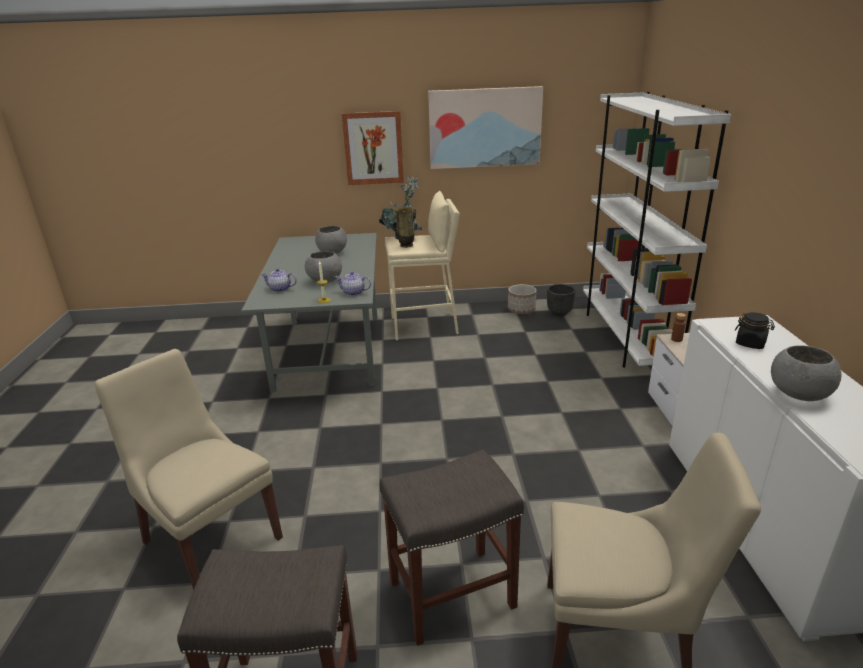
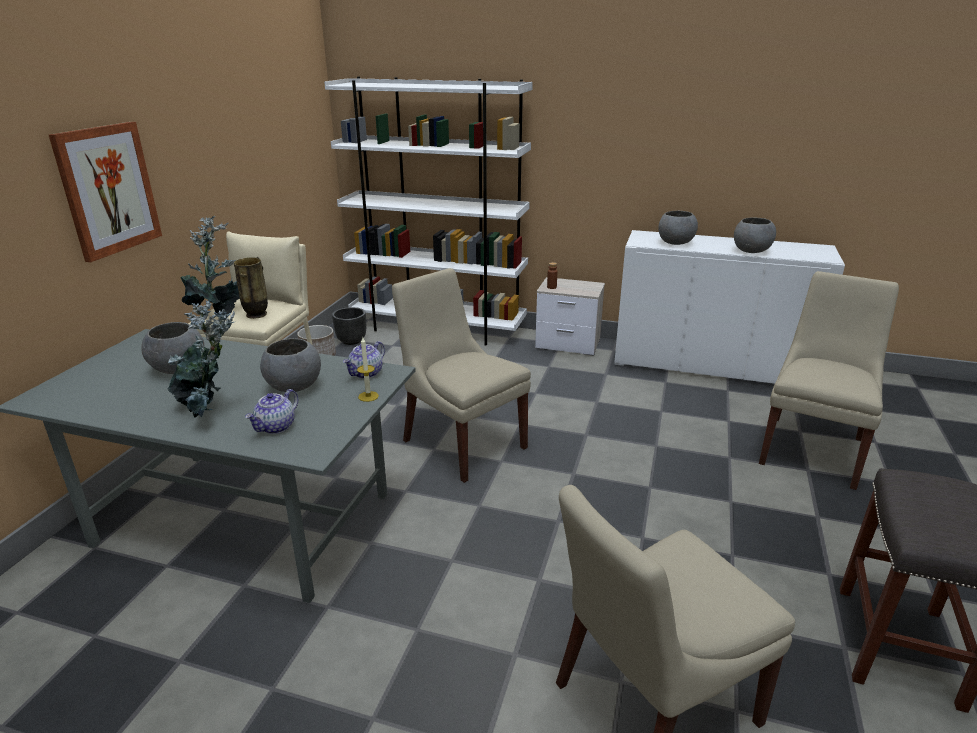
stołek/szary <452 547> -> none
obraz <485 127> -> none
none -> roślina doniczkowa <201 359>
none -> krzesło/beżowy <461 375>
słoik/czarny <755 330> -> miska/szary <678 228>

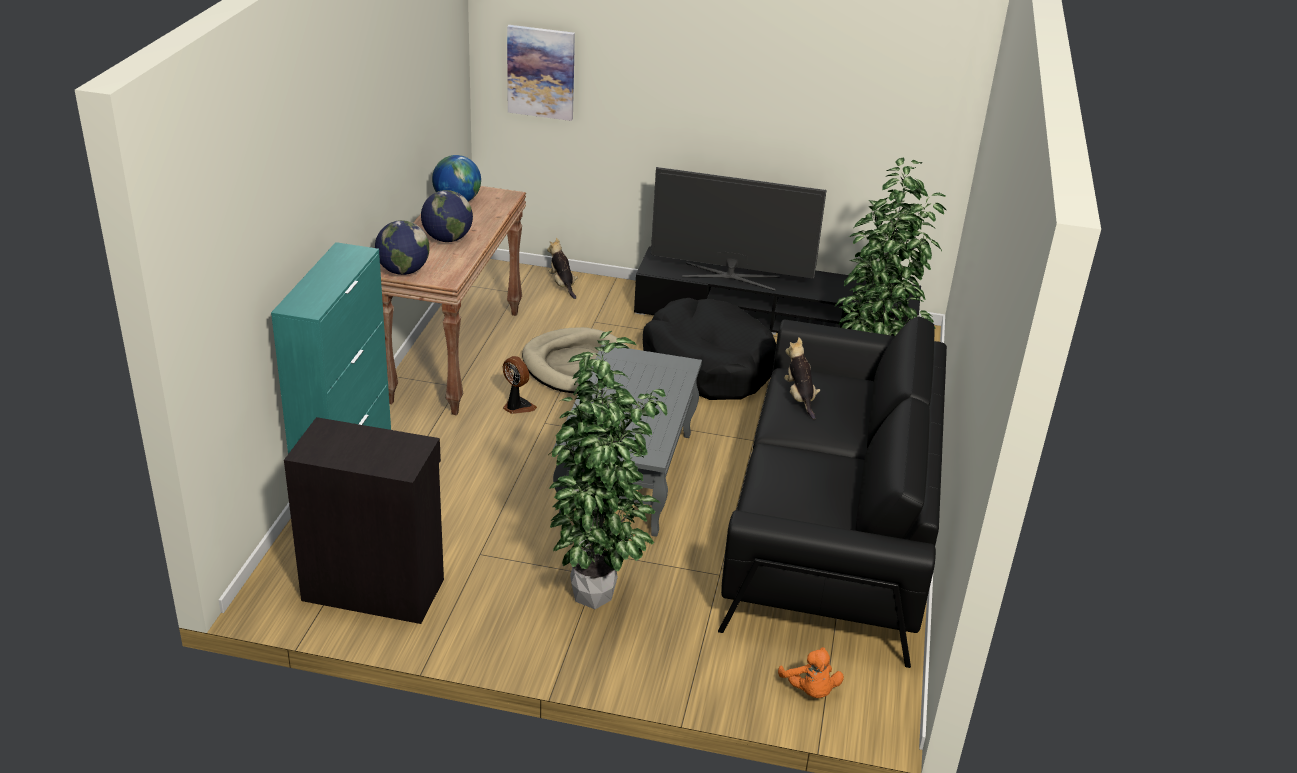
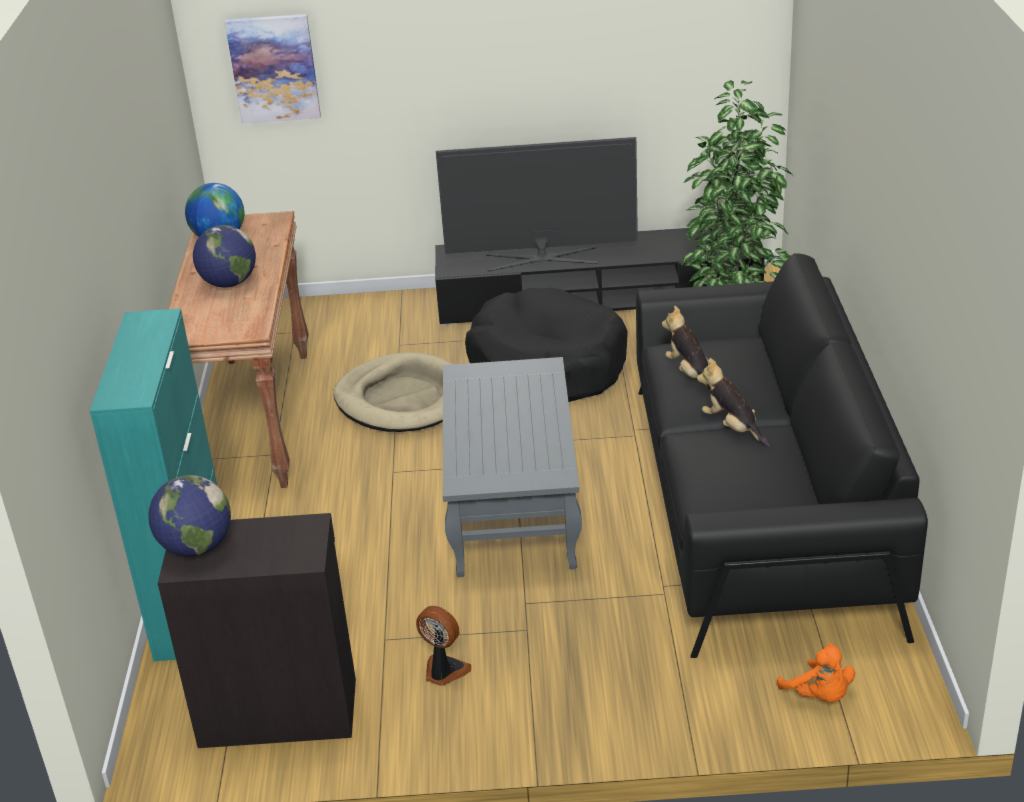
roślina doniczkowa <608 470> -> none
globus <402 247> -> globus <189 515>, shifted
wentylator <520 385> -> wentylator <444 646>, shifted
pluszak <562 268> -> pluszak <733 402>, shifted

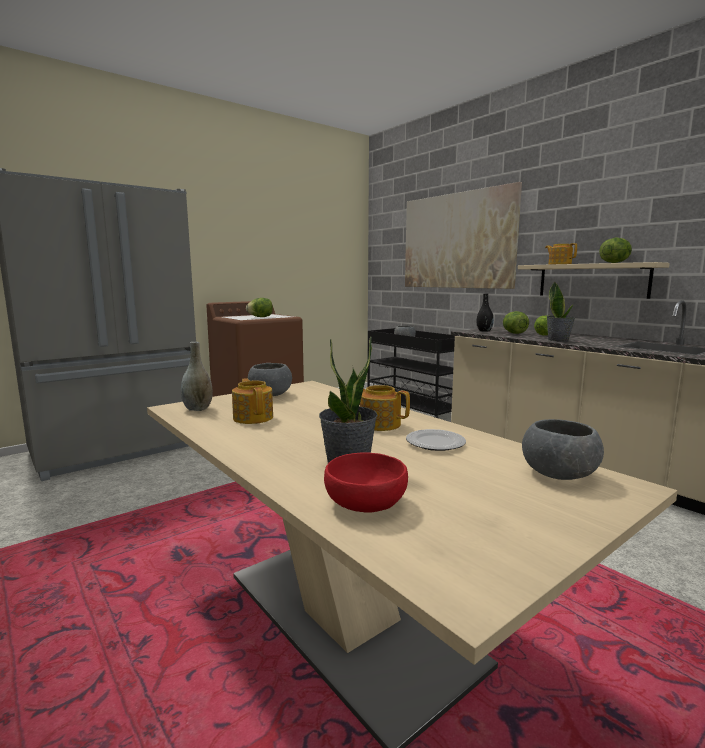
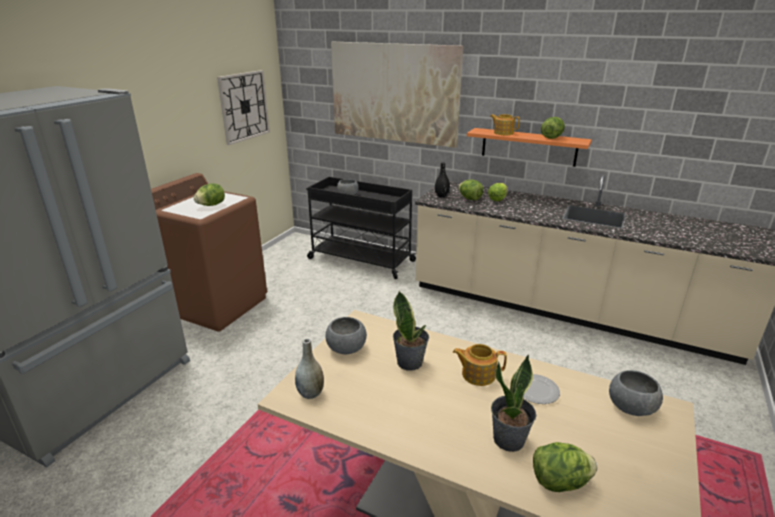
imbryk <252 401> -> none
none -> zegar ścienny <243 107>
roślina doniczkowa <561 311> -> roślina doniczkowa <411 331>, shifted
miska/czerwony <366 482> -> sałata <565 467>
półka/beżowy <594 280> -> półka/pomarańczowy <529 147>

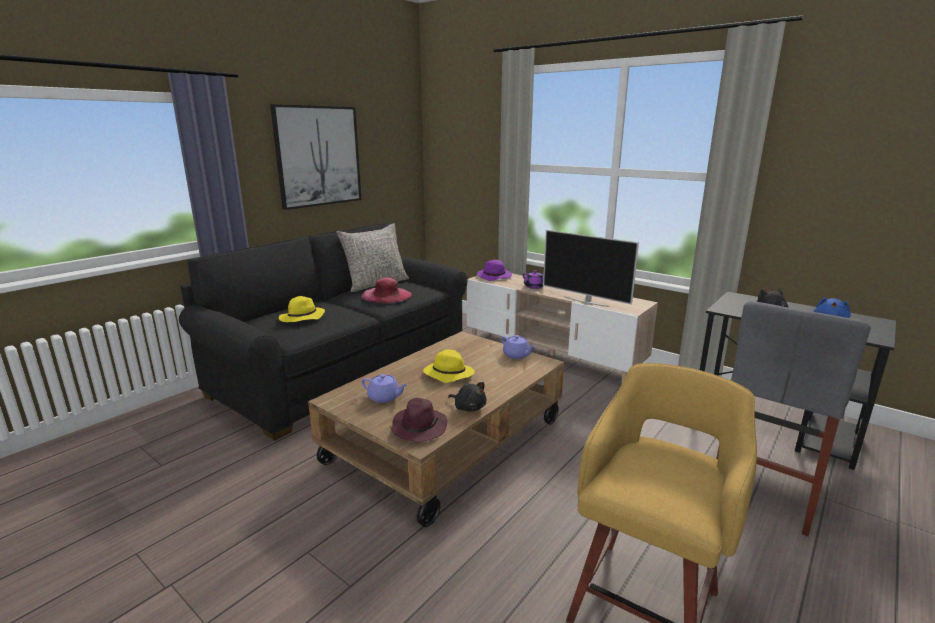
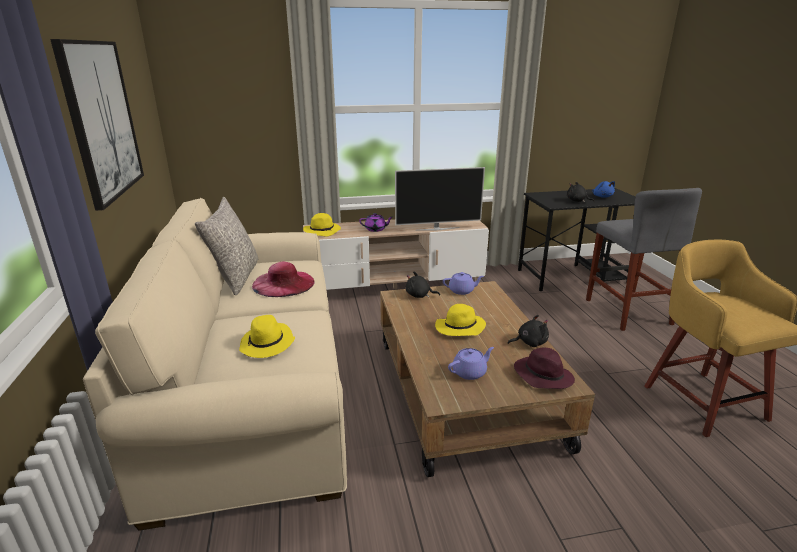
none -> pluszak/czarny <422 285>
kanapa/czarny <323 331> -> kanapa/beżowy <215 364>
kapelusz/fioletowy <494 270> -> kapelusz/żółty <322 225>

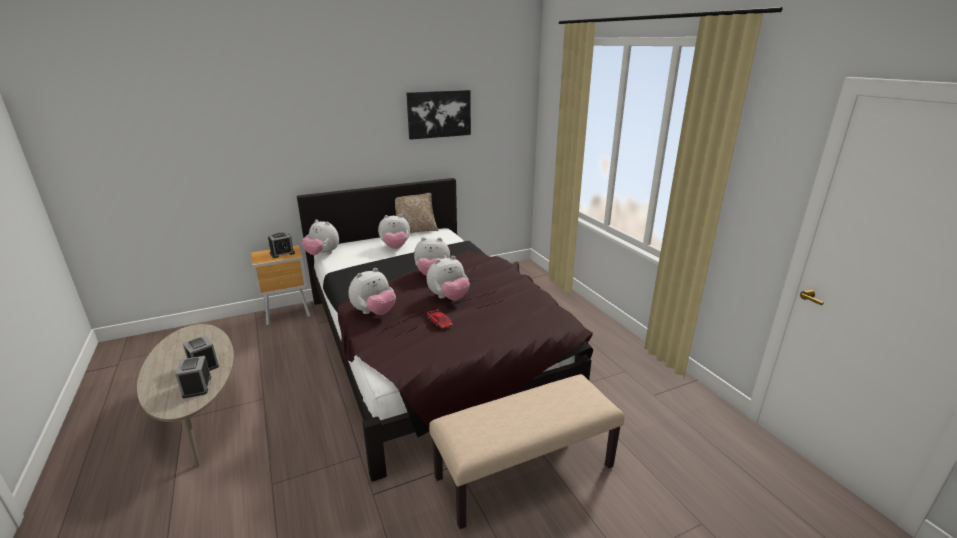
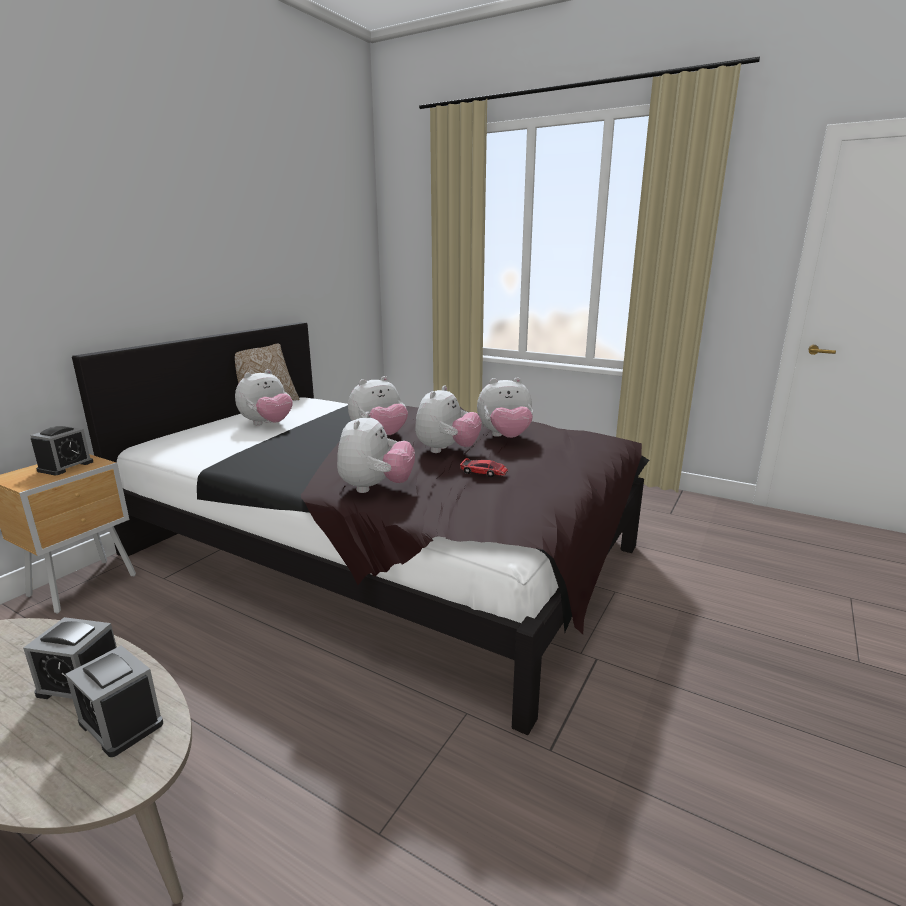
obraz <438 115> -> none
ławka/beżowy <526 451> -> none
pluszak <320 237> -> pluszak <505 407>, shifted

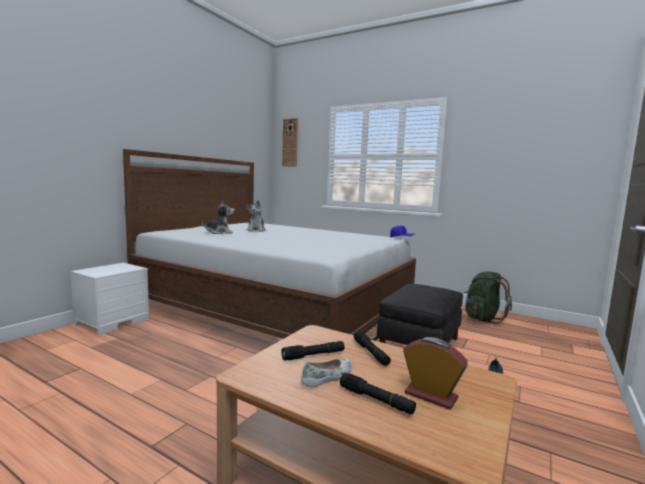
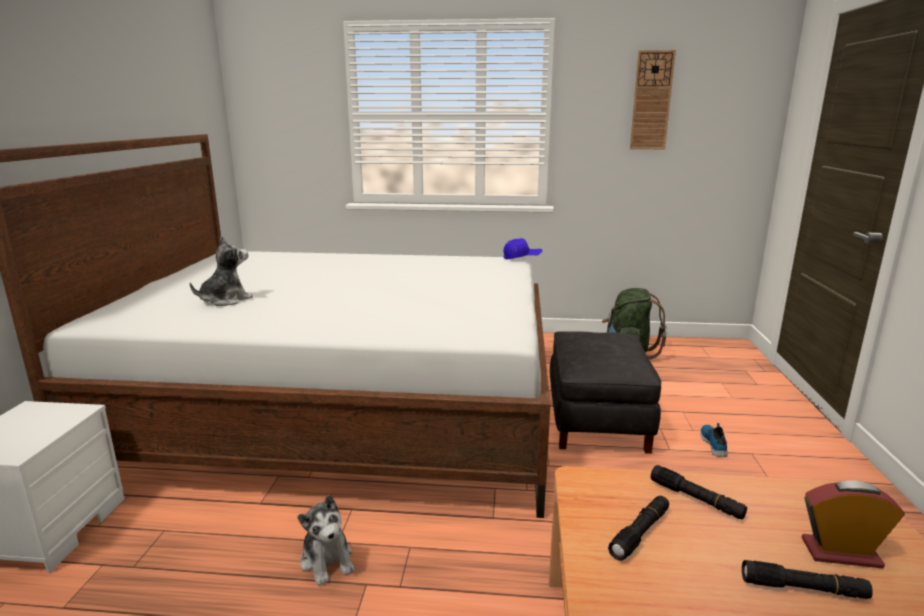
but/biały <326 373> -> none
pluszak <256 216> -> pluszak <326 540>, shifted
zegar ścienny <290 142> -> zegar ścienny <653 99>, shifted

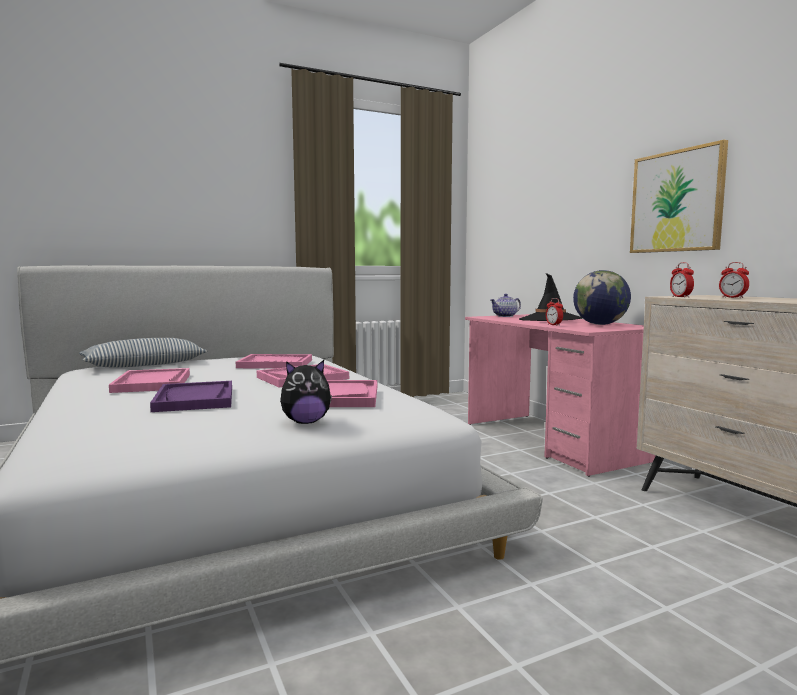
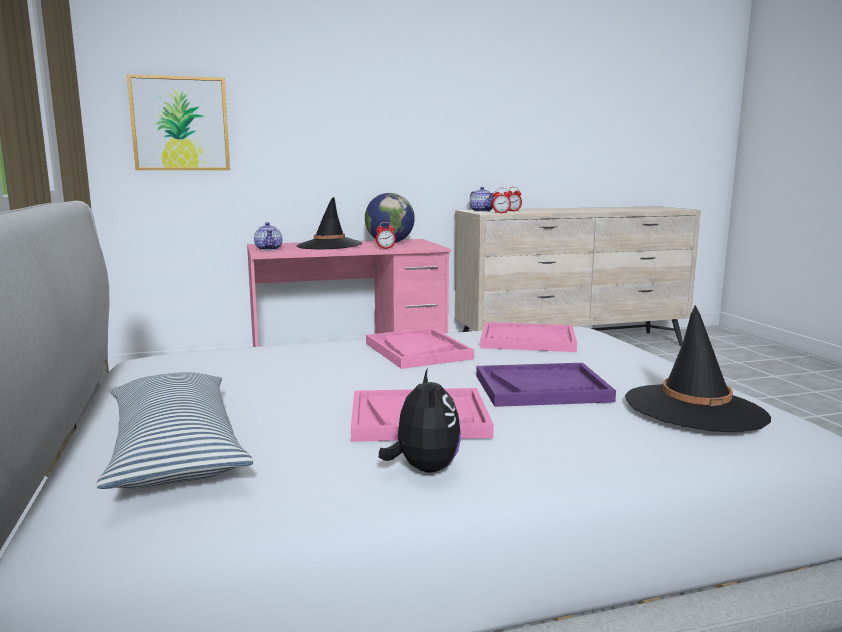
taca/różowy <274 361> -> none
none -> imbryk <482 199>
none -> kapelusz/czarny <698 368>
pluszak <306 392> -> pluszak <420 420>, shifted
obraz <679 196> -> obraz <178 122>, shifted

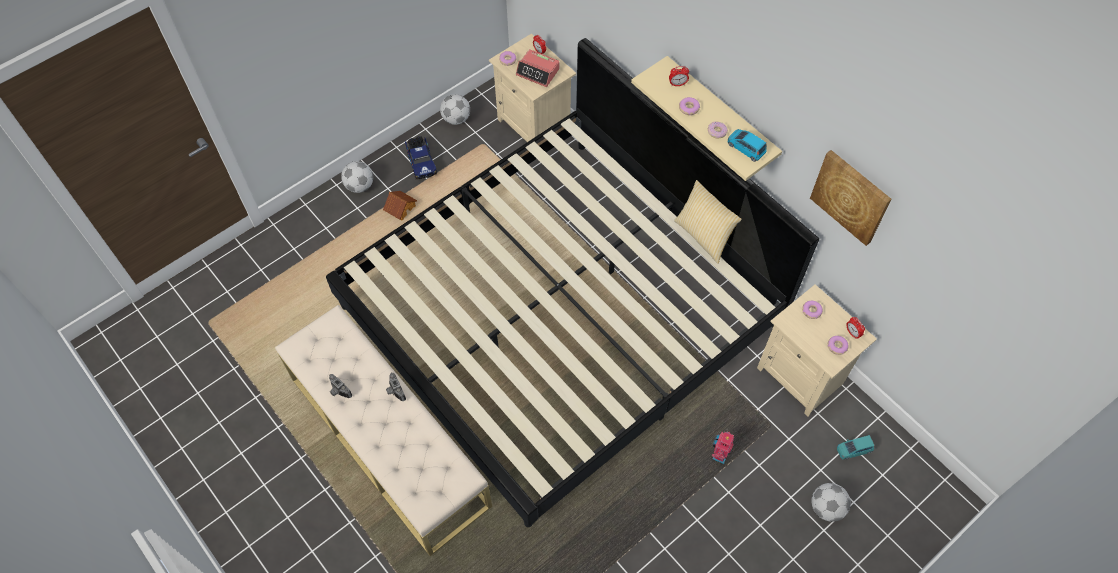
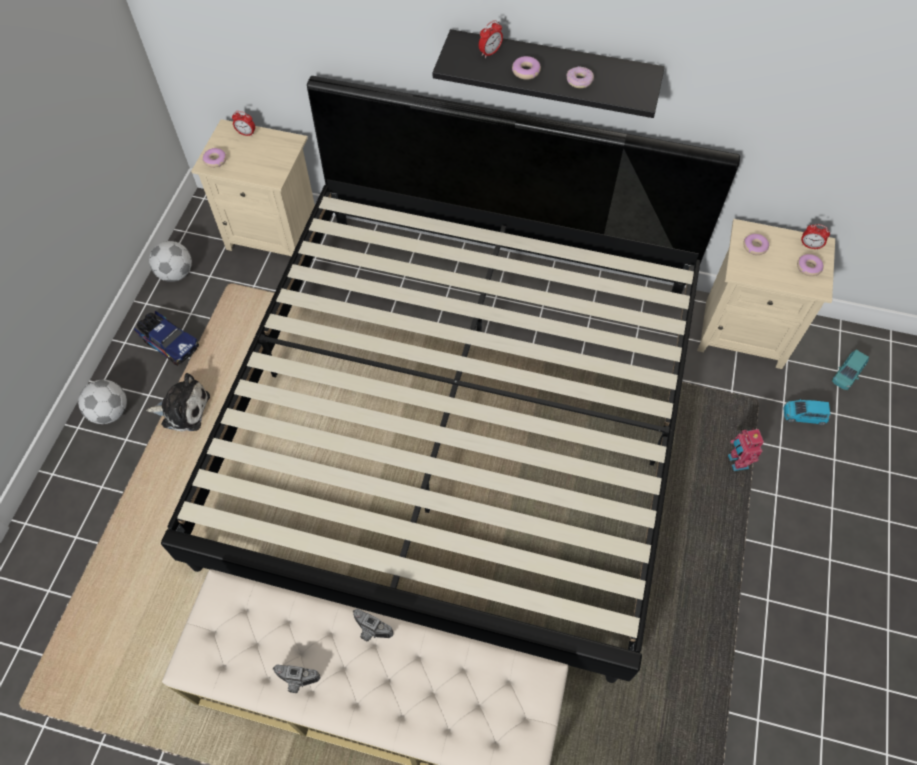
budzik <538 68> -> none
poduszka <707 222> -> none
obraz <851 198> -> none
piłka futbolowa <831 502> -> none
samochodzik/niebieski <747 145> -> samochodzik/niebieski <806 412>, shifted
domek <400 206> -> pluszak <178 402>
półka/beżowy <706 118> -> półka/czarny <549 73>

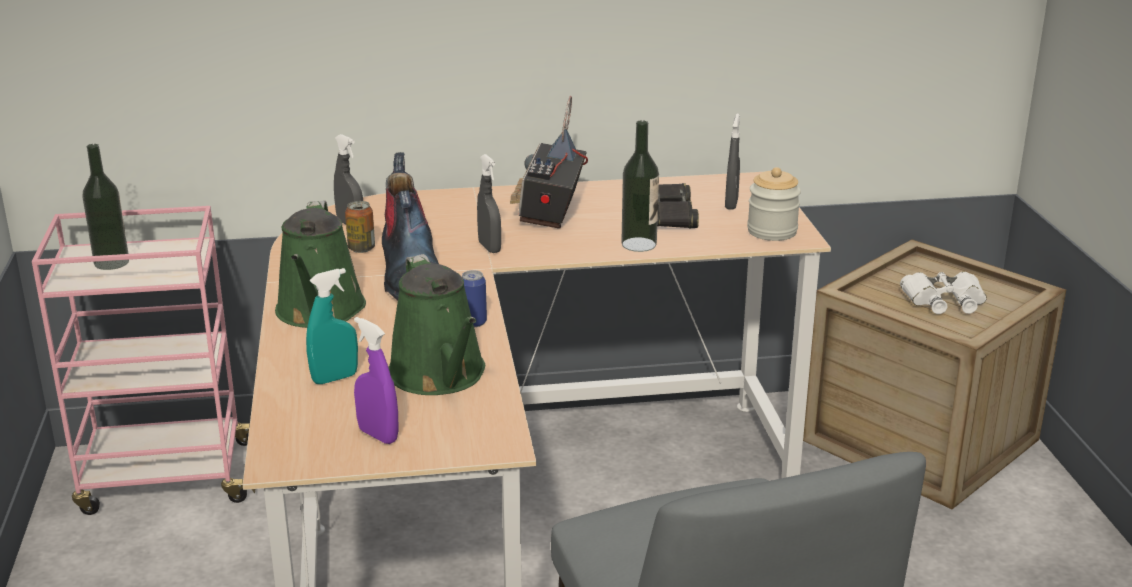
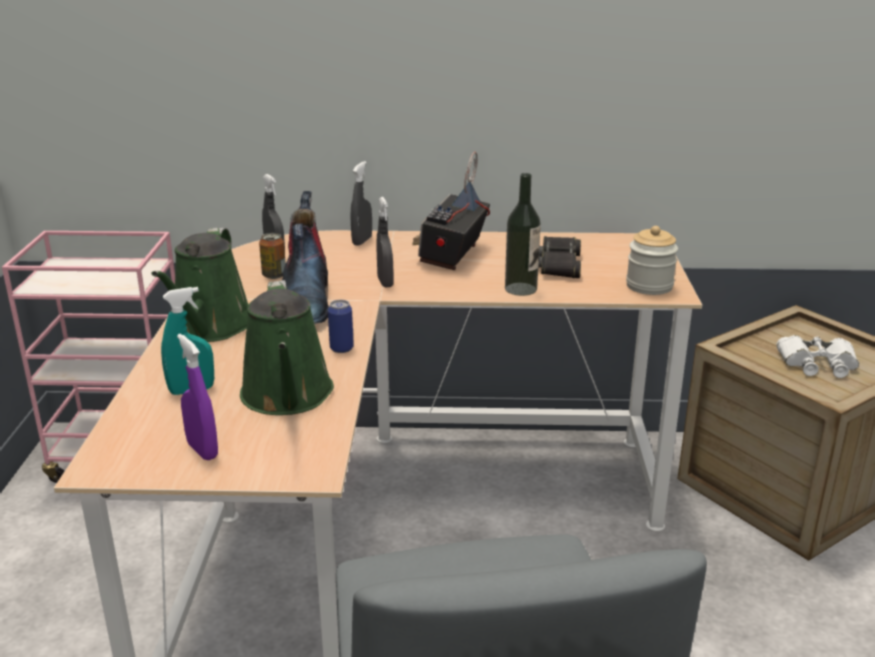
butelka <105 207> -> none
spryskiwacz/szary <732 161> -> spryskiwacz/szary <361 203>, shifted

